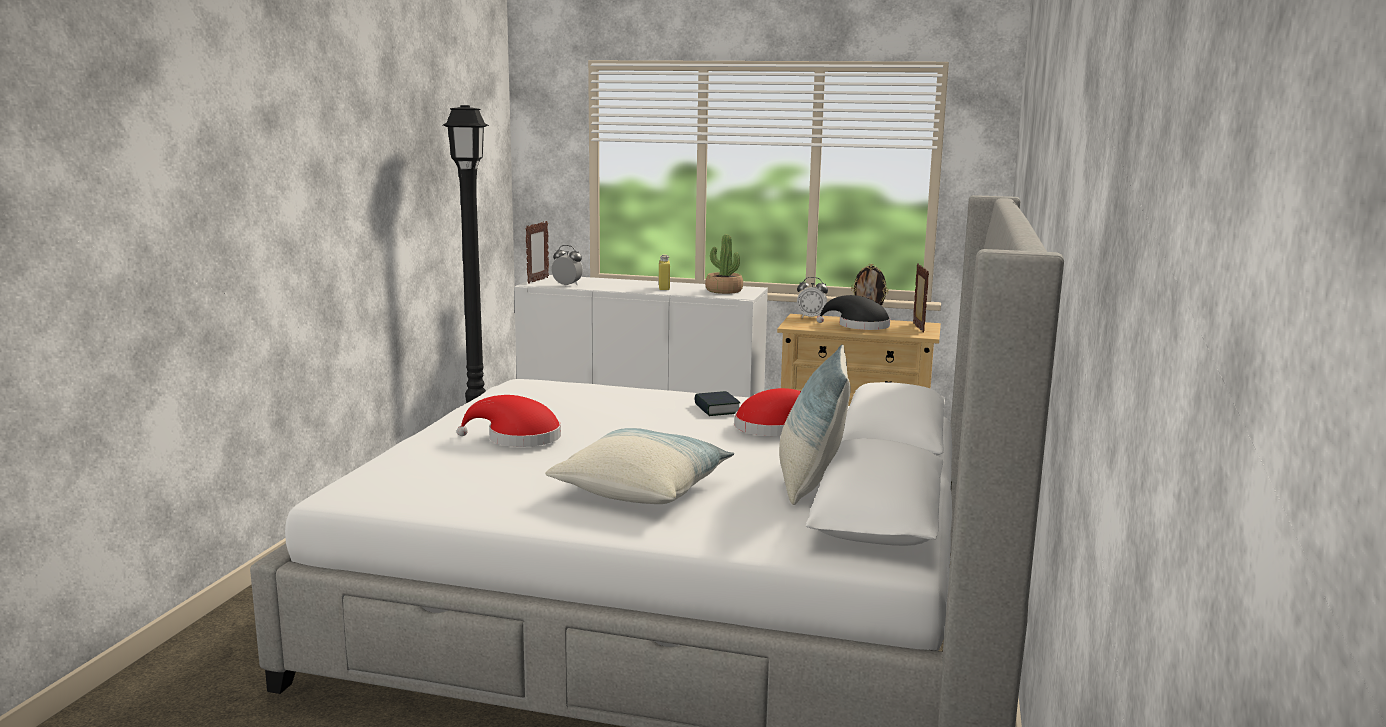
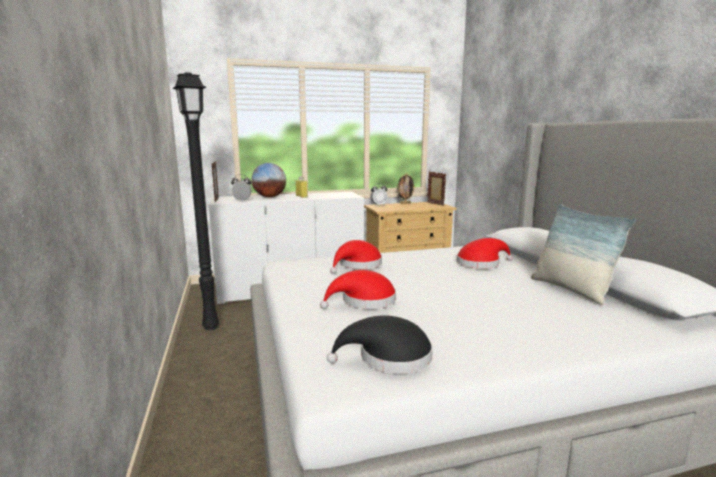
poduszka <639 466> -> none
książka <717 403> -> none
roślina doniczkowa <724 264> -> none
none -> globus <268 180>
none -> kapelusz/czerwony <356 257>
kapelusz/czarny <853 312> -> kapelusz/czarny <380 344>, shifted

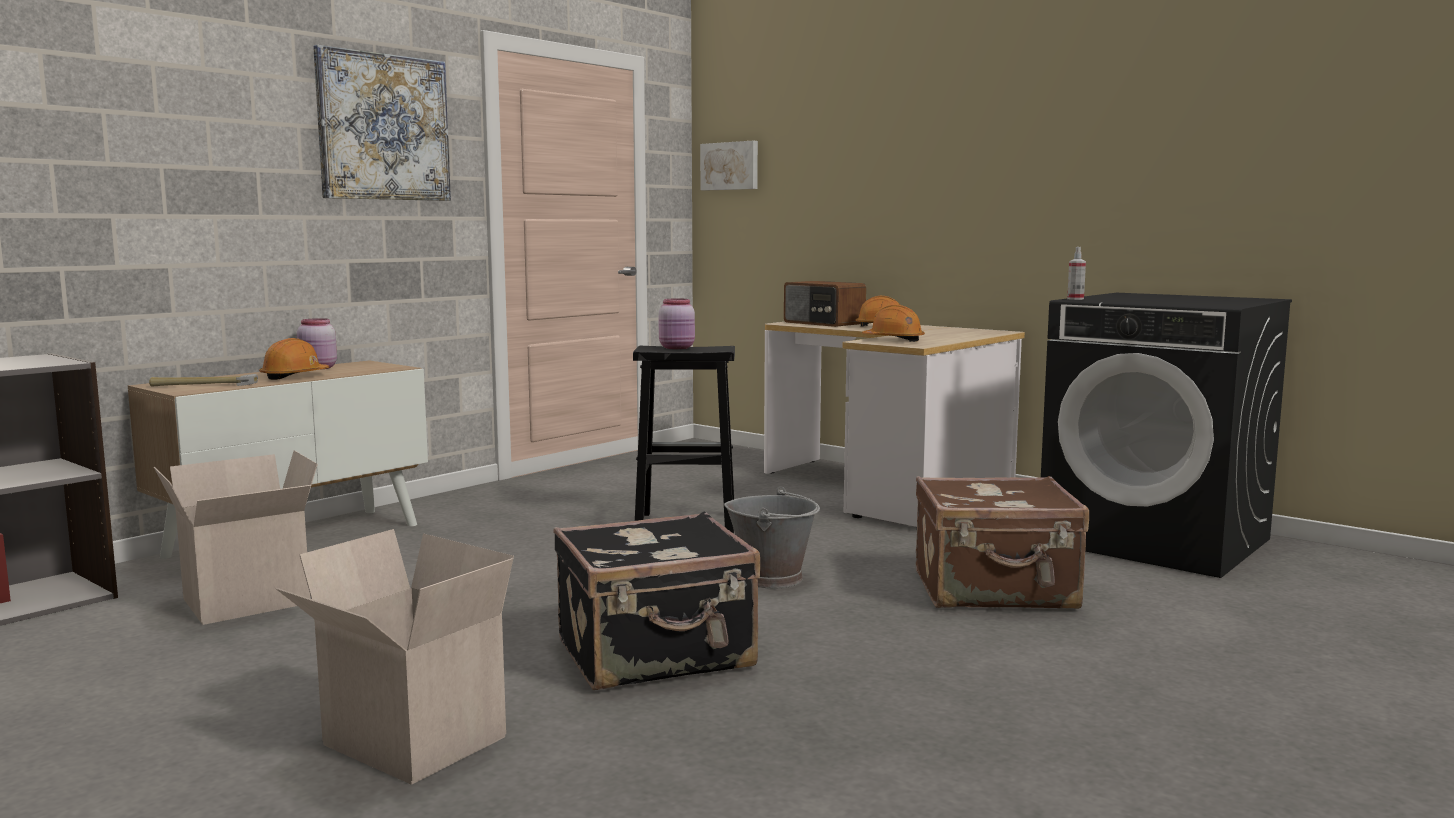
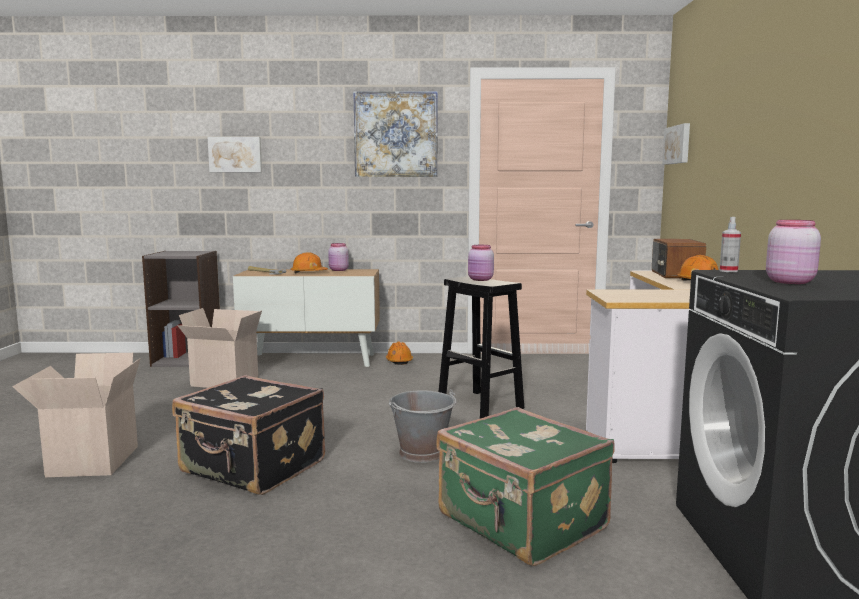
none -> obraz <235 154>
none -> słoik/różowy <793 252>
kask/pomarańczowy <893 323> -> kask/pomarańczowy <399 353>, shifted
walizka/brązowy <1002 542> -> walizka/zielony <525 486>

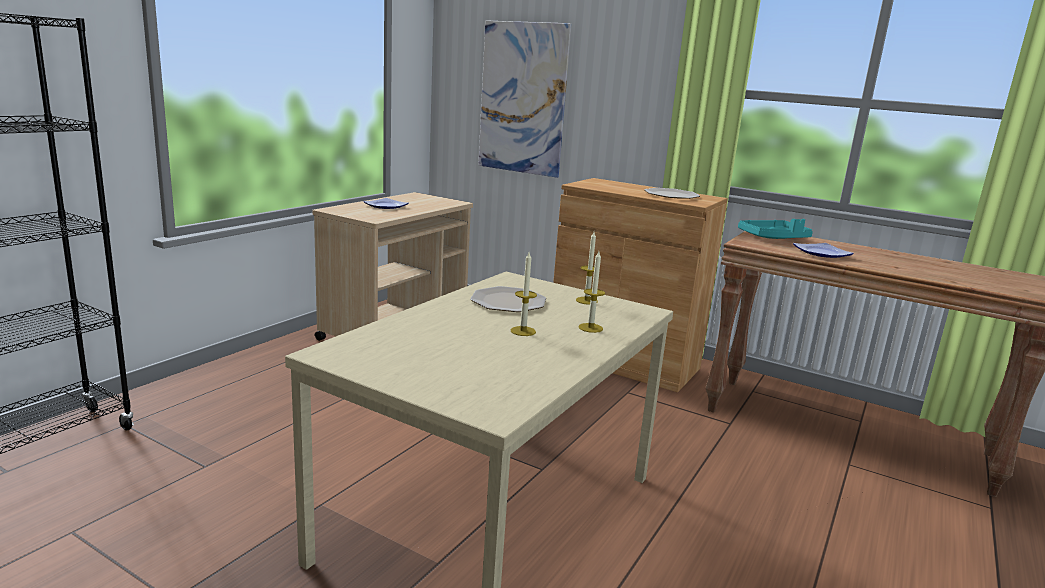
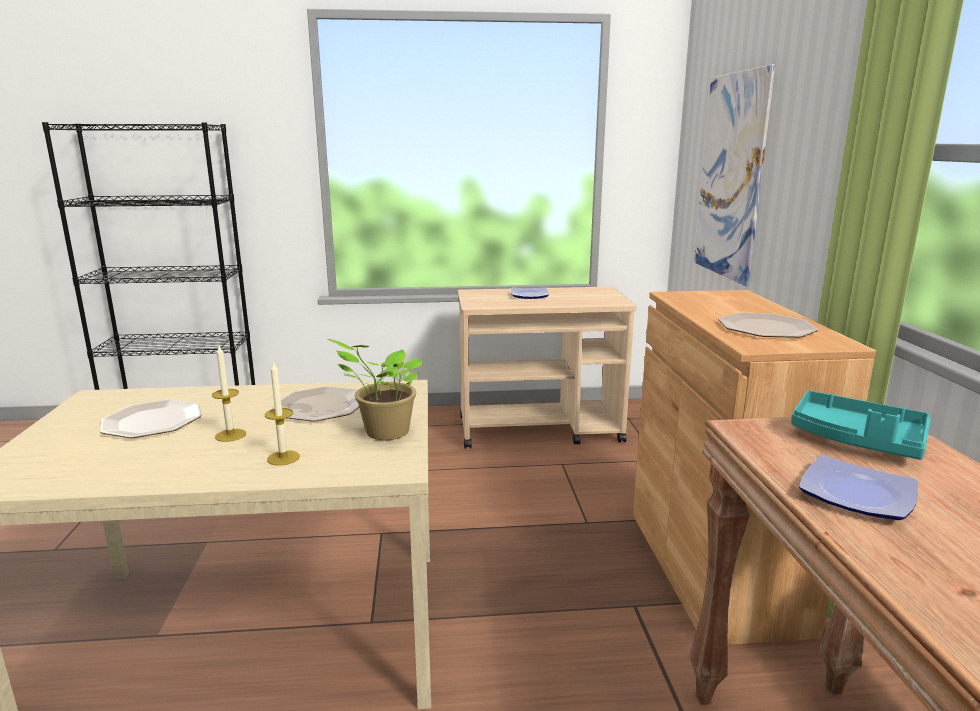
none -> talerz <151 418>
świeca <587 268> -> roślina doniczkowa <375 389>

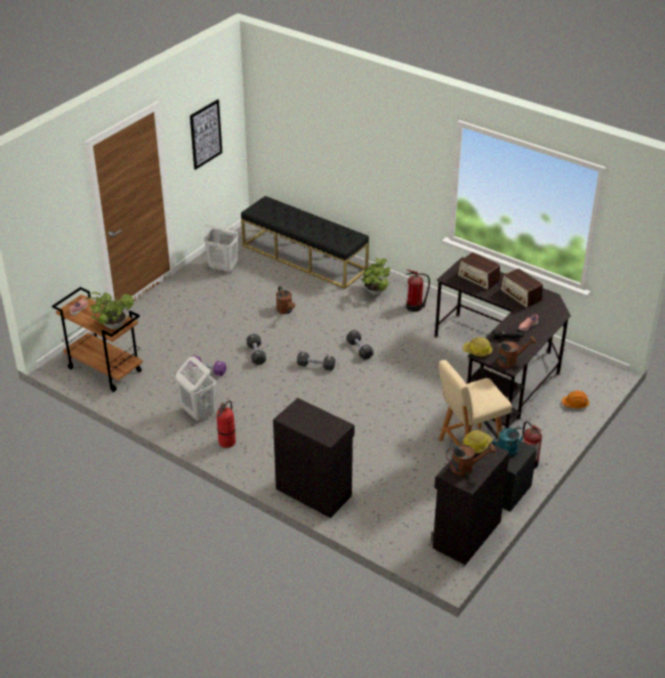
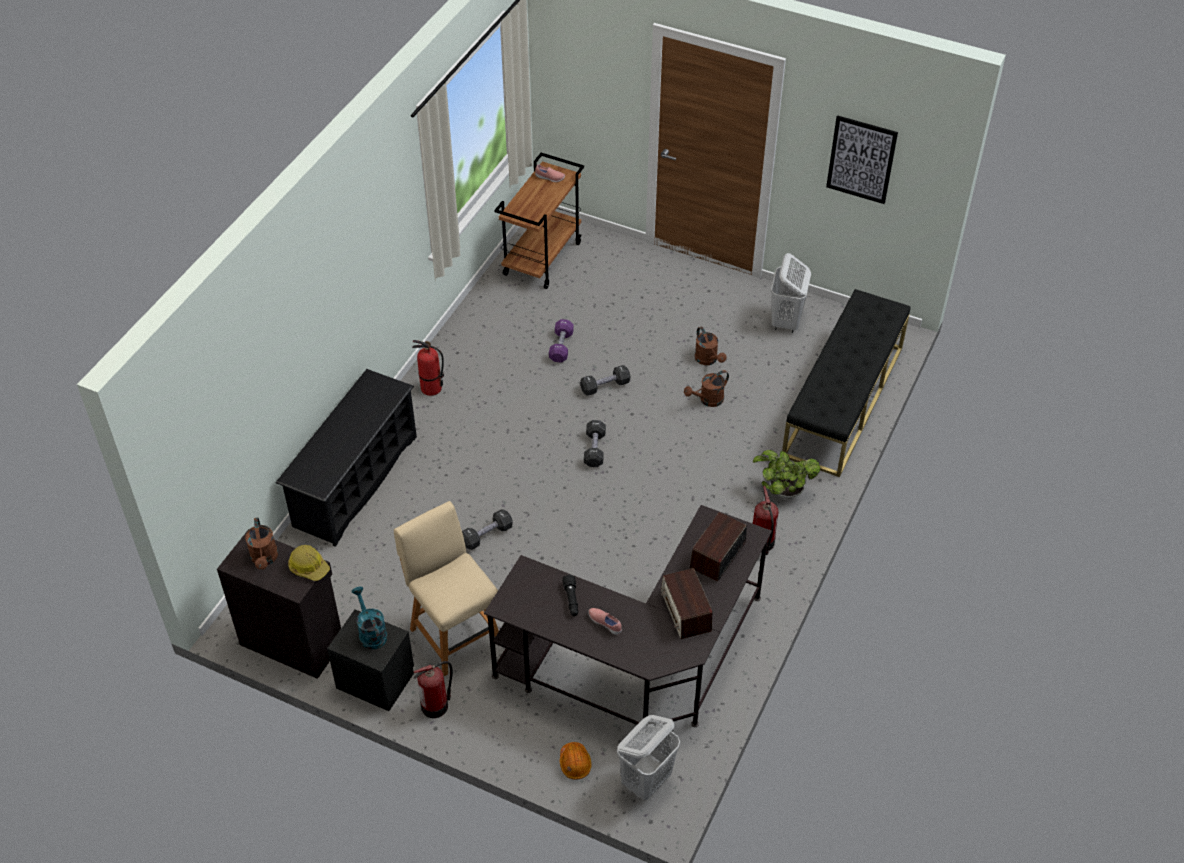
roślina doniczkowa <108 310> -> none
kask <477 347> -> none
kosz na pranie/biały <196 388> -> kosz na pranie/biały <648 757>, shifted
hantel/czarny <360 345> -> hantel/czarny <487 530>, shifted
konewka/brązowy <515 352> -> konewka/brązowy <711 346>, shifted
szafka/czarny <314 458> -> regał na buty/czarny <346 458>
radio <522 288> -> radio <686 603>, 60 degrees counterclockwise

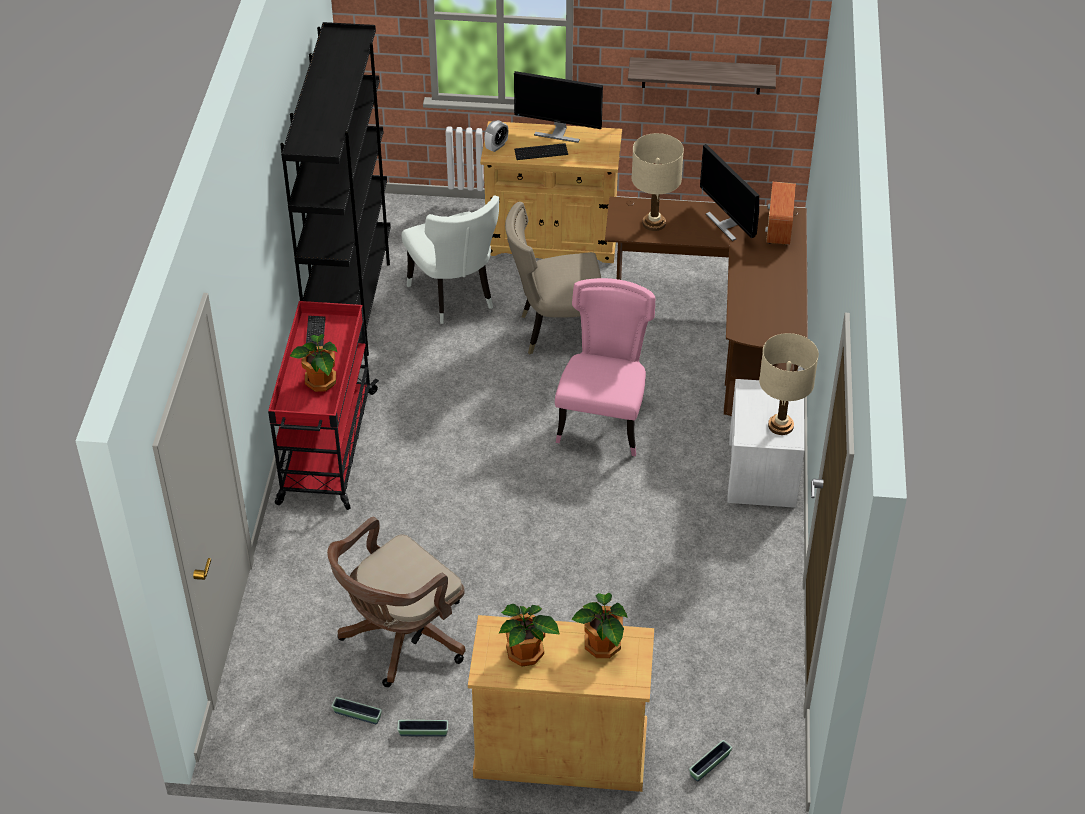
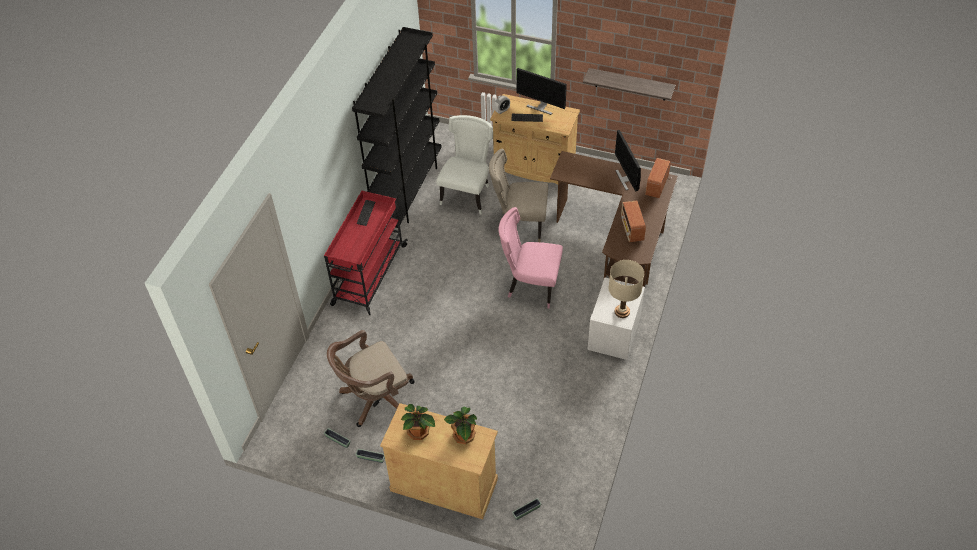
roślina doniczkowa <314 363> -> none
lampa stołowa/beżowy <658 182> -> none
none -> radio <633 221>
krzesło/biały <450 259> -> krzesło/biały <464 165>, 150 degrees counterclockwise
krzesło/różowy <605 367> -> krzesło/różowy <530 258>, 105 degrees counterclockwise

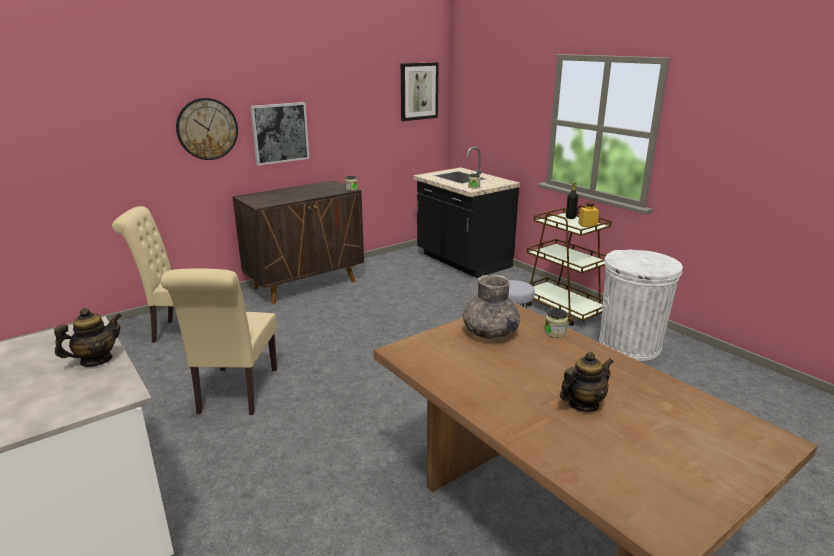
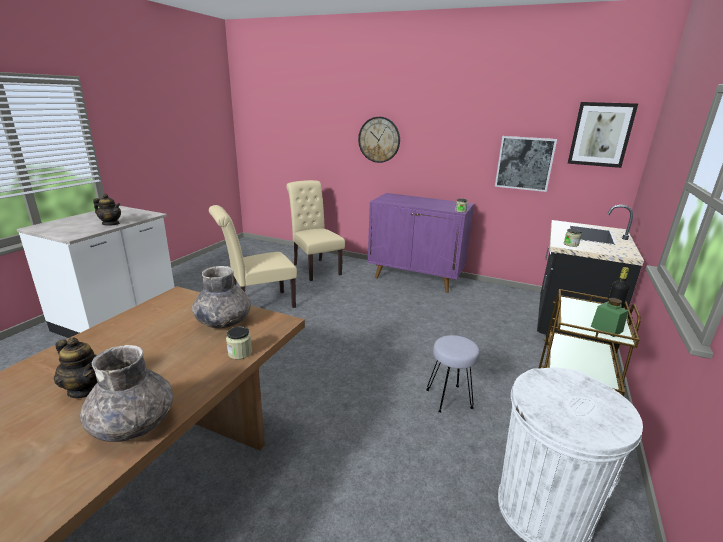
none -> wazon/szary <126 393>
obraz <280 133> -> obraz <526 164>, shifted
szafka/brązowy <298 242> -> szafka/fioletowy <421 243>
słoik/żółty <588 214> -> słoik/zielony <609 317>

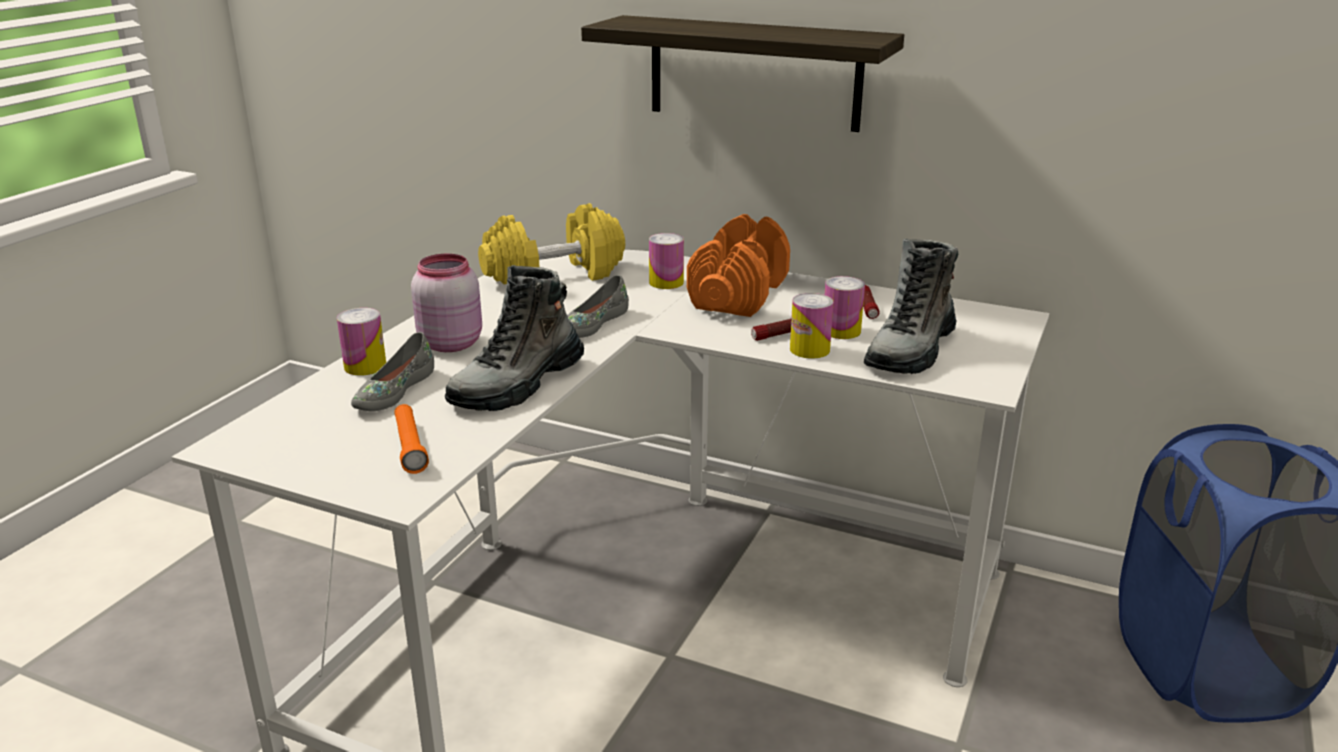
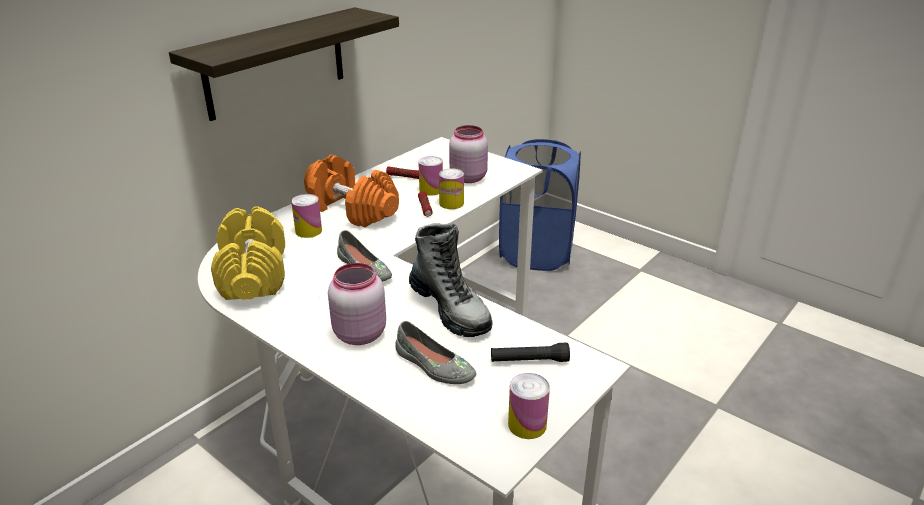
puszka <361 342> -> puszka <529 406>, shifted
but z cholewką <911 306> -> słoik/różowy <468 154>
latarka/pomarańczowy <411 439> -> latarka/czarny <530 352>

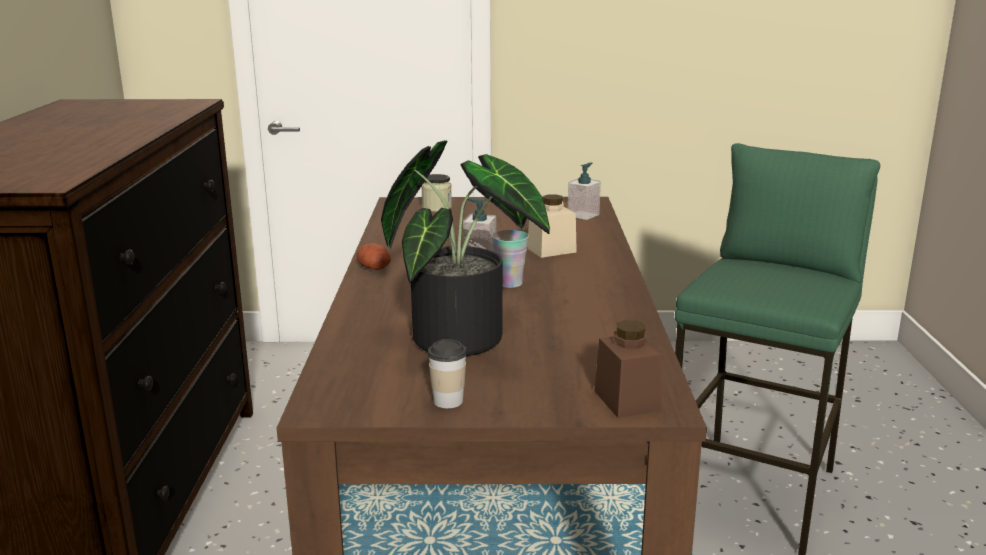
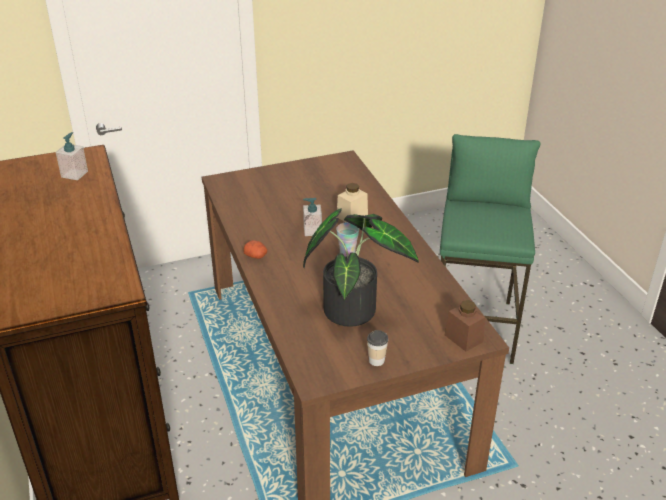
słoik <436 193> -> none
dozownik mydła <584 191> -> dozownik mydła <72 156>, shifted

